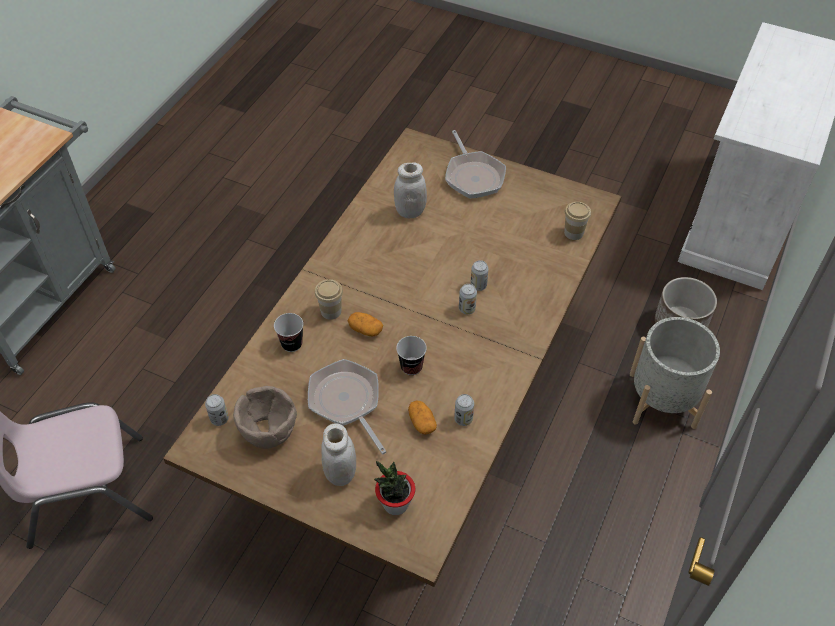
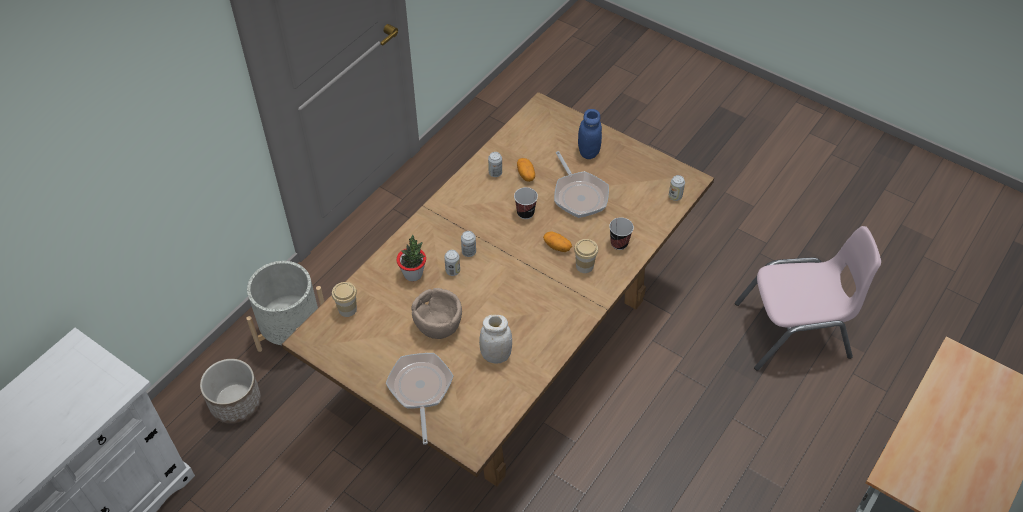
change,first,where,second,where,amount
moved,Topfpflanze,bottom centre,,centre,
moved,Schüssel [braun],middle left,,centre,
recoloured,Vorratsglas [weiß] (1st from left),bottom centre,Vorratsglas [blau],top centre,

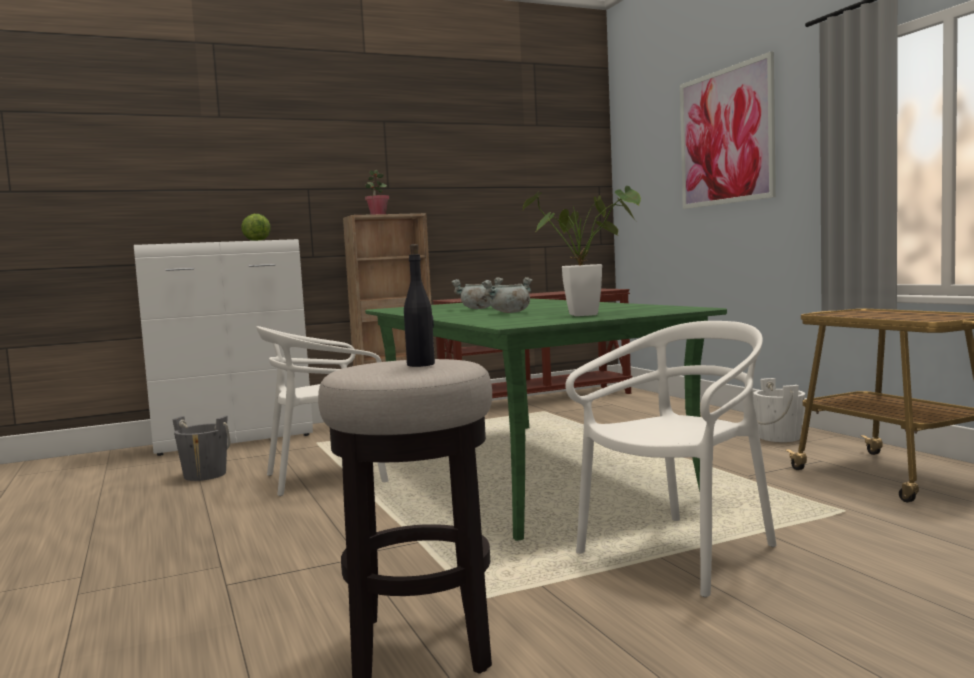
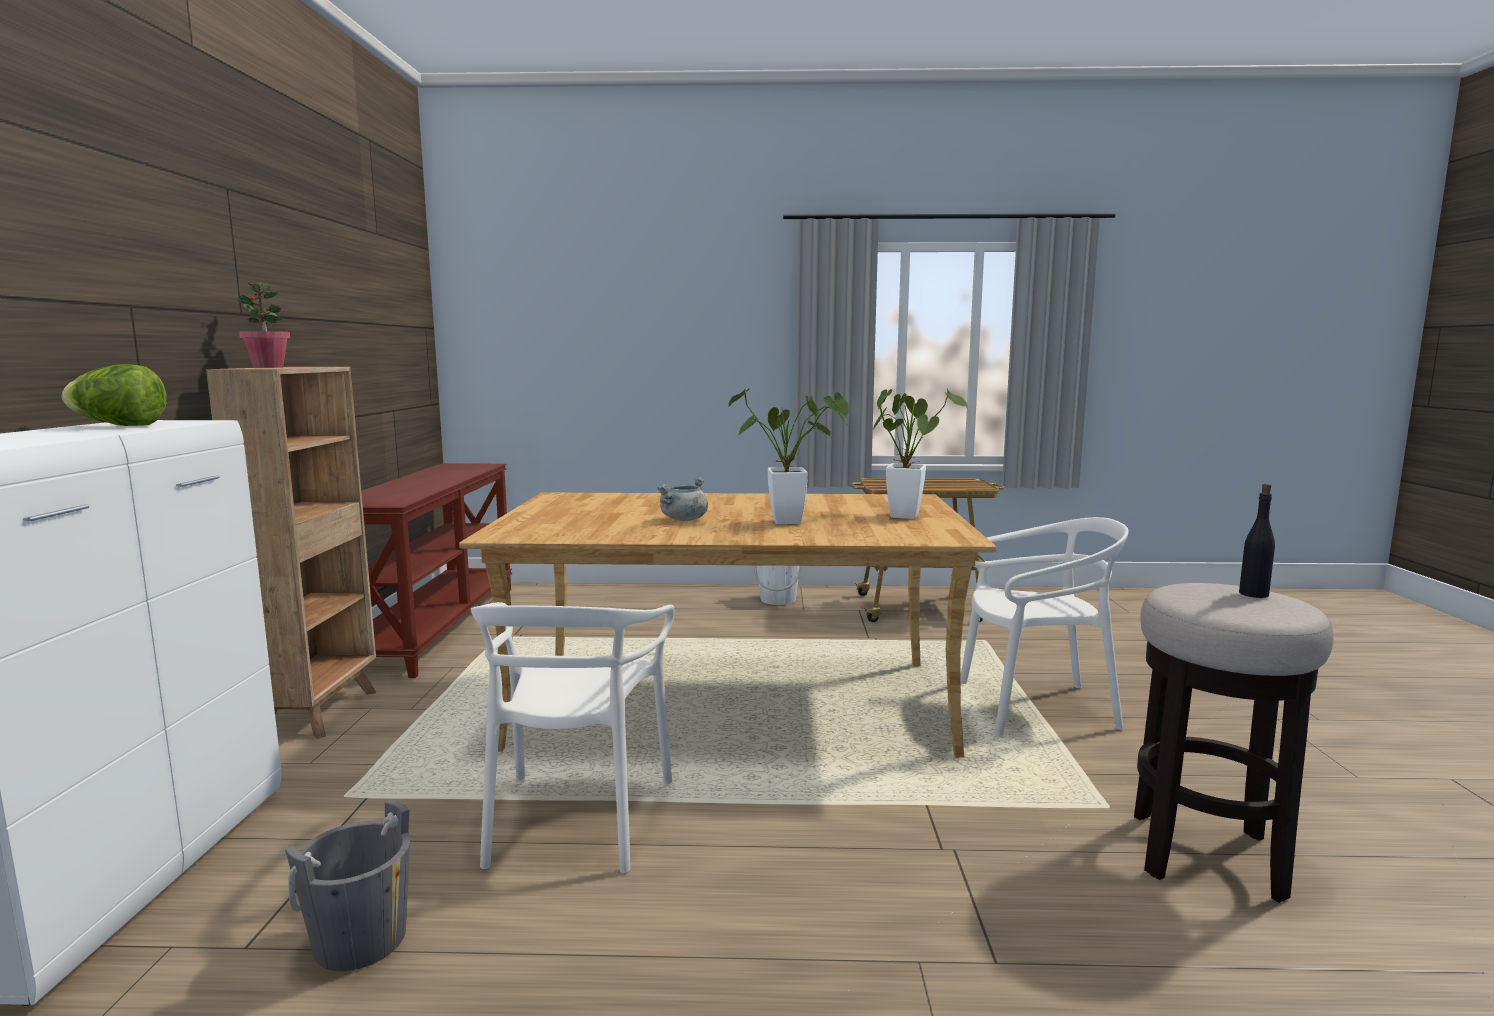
change,first,where,second,where,amount
recoloured,Esstisch [grün],centre,Esstisch [beige],centre,
replaced,Kochtopf [grau] (2nd from left),centre,Topfpflanze (2nd from left),centre,
turned,Stuhl [weiß] (2nd from left),bottom right,,middle right,105 degrees clockwise
removed,Bild,top right,,,

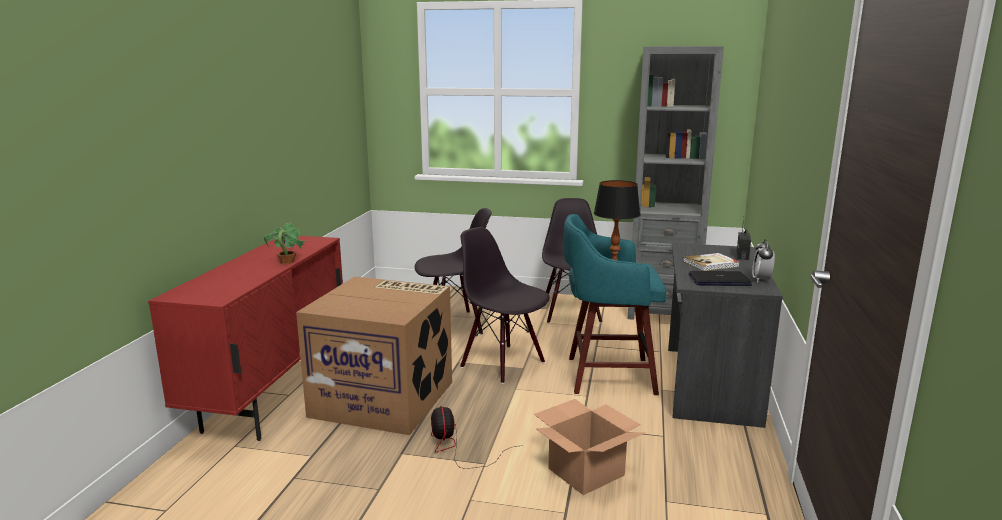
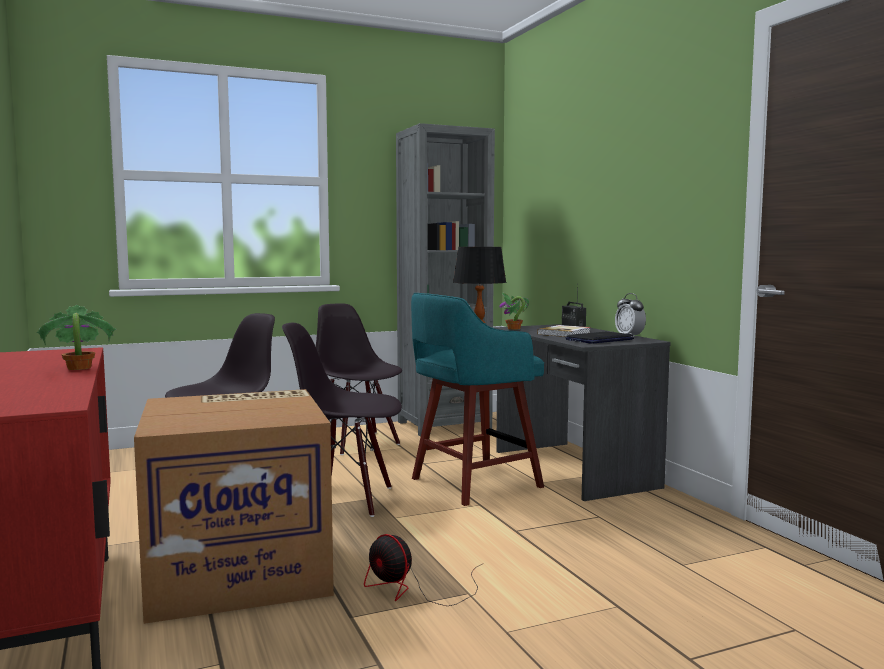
change,first,where,second,where,amount
added,,,Topfpflanze (2nd from left),centre,
removed,Karton (2nd from left),bottom centre,,,

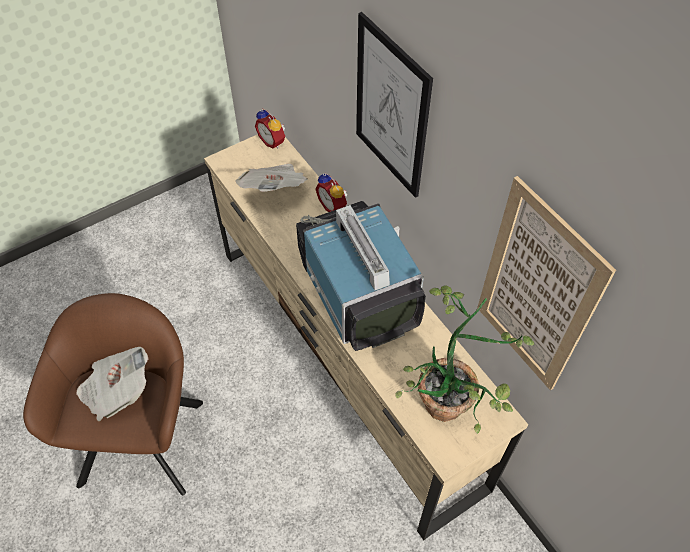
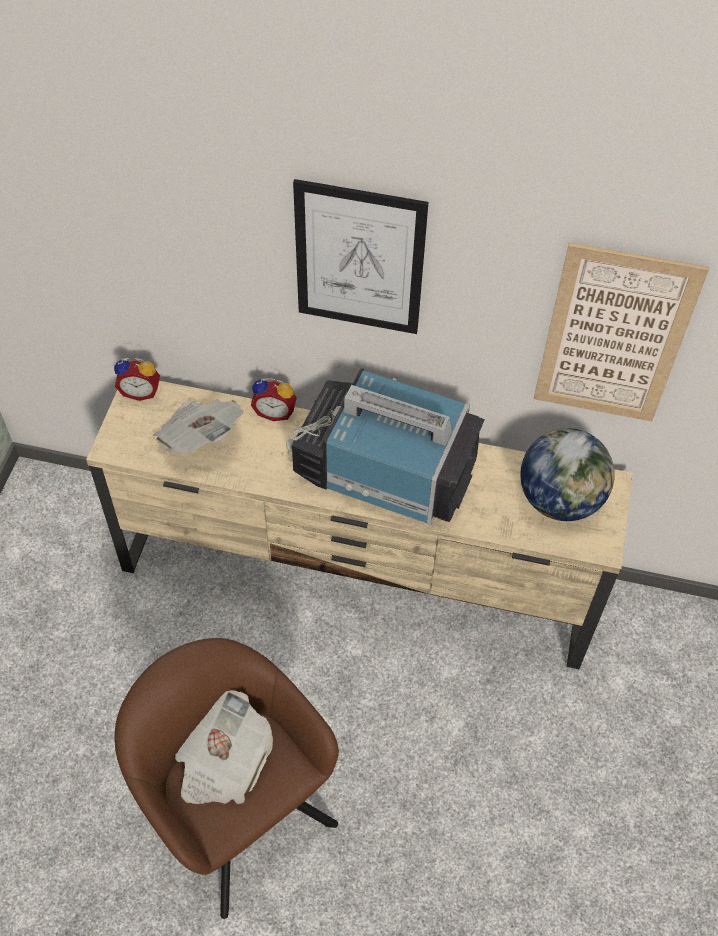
change,first,where,second,where,amount
replaced,Topfpflanze,middle right,Globus,middle right,

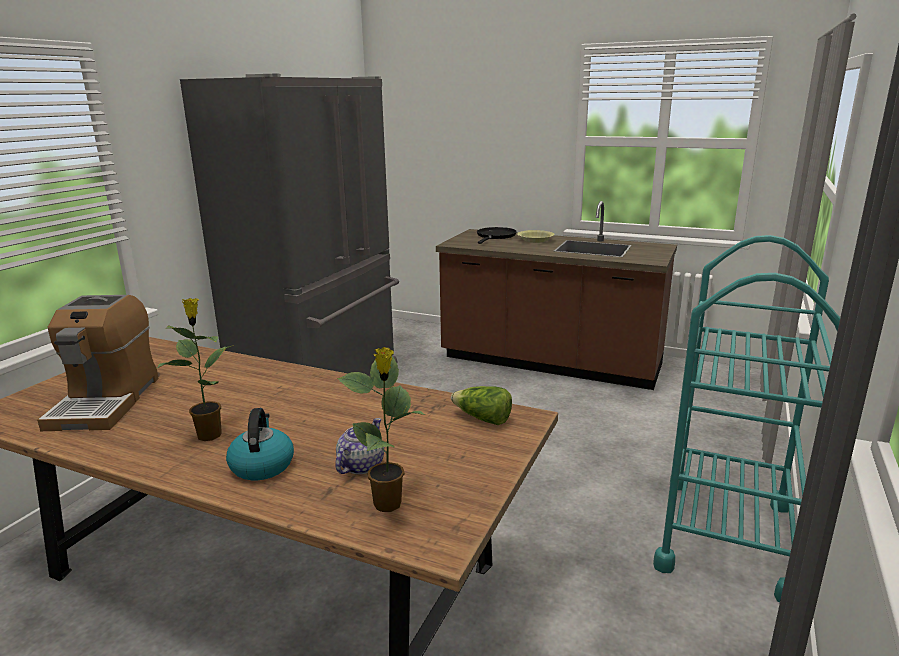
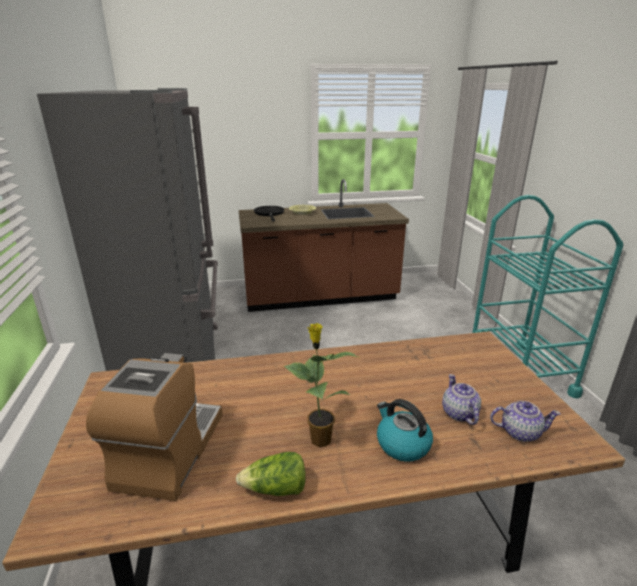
change,first,where,second,where,amount
turned,Kaffeemaschine,middle left,,bottom left,135 degrees counterclockwise
moved,Salatkopf,centre,,bottom centre,
replaced,Topfpflanze (2nd from left),centre,Teekanne (2nd from left),bottom right,

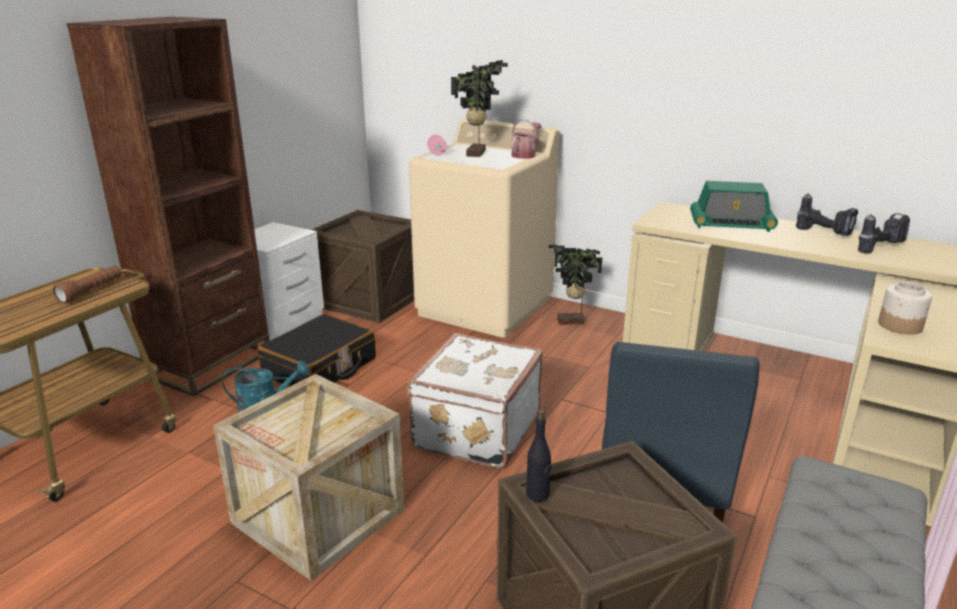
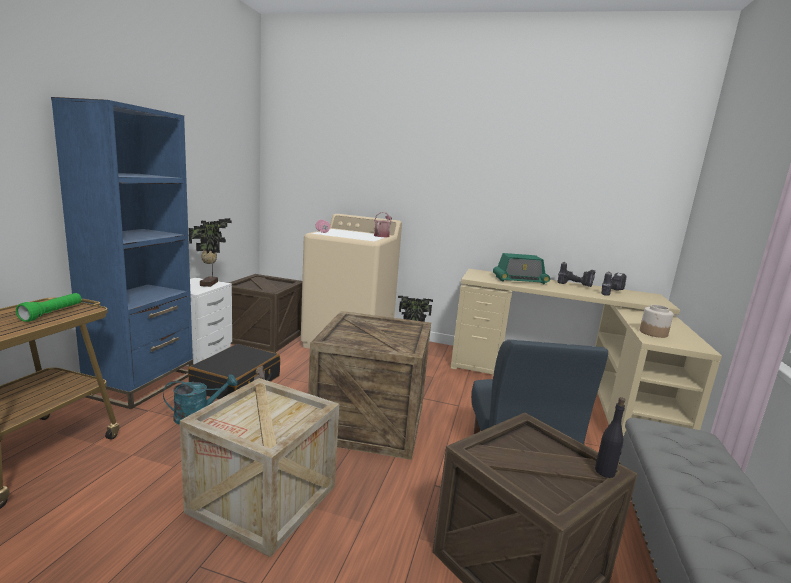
change,first,where,second,where,amount
recoloured,Taschenlampe [braun],middle left,Taschenlampe [grün],middle left,
recoloured,Bücherregal [braun],middle left,Bücherregal [blau],middle left,
moved,Topfpflanze (1st from left),top centre,,middle left,
replaced,Koffer [weiß],centre,Kiste (3rd from left),centre,
moved,Flasche [schwarz],bottom centre,,bottom right,

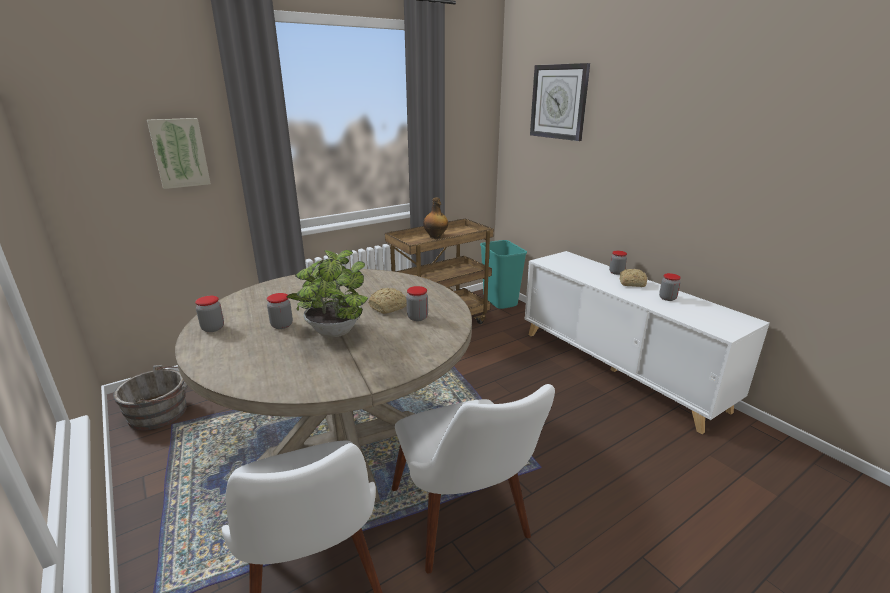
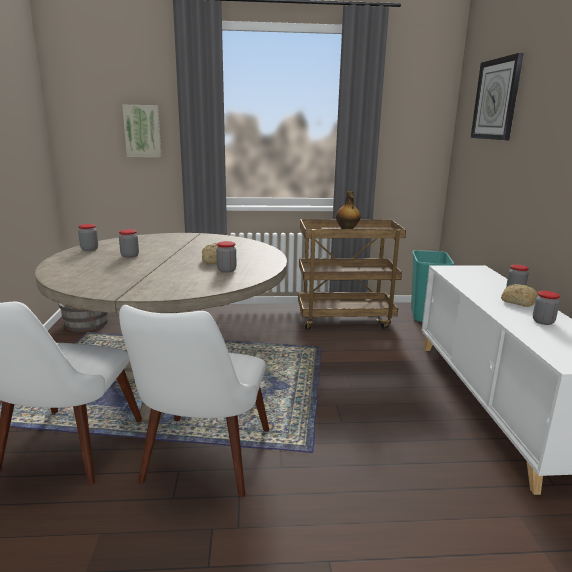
change,first,where,second,where,amount
removed,Topfpflanze,centre,,,

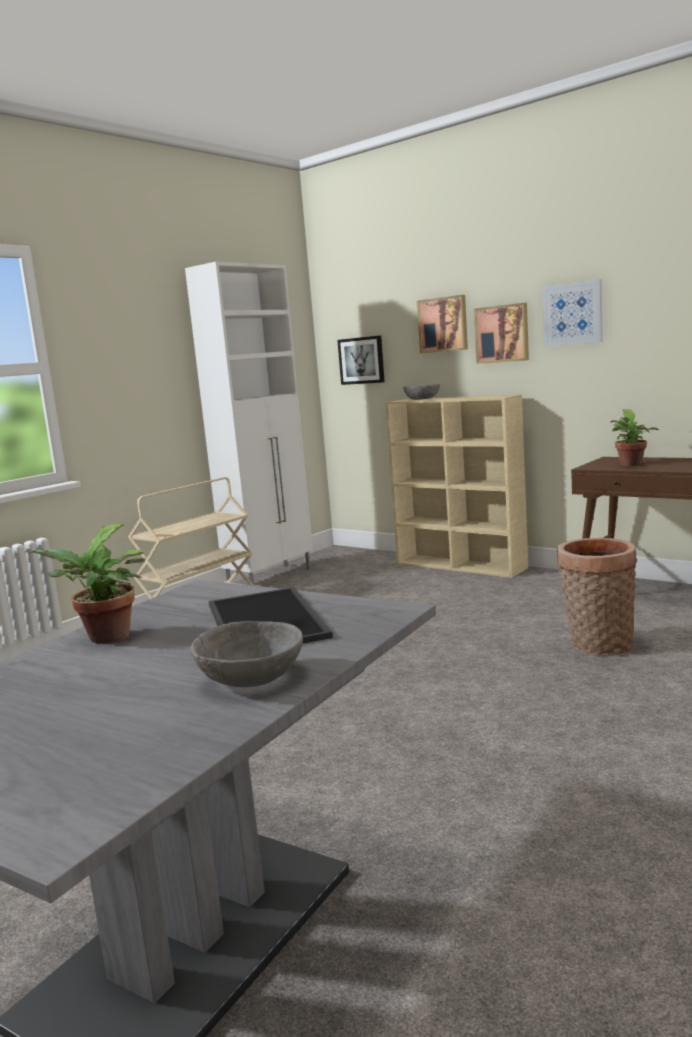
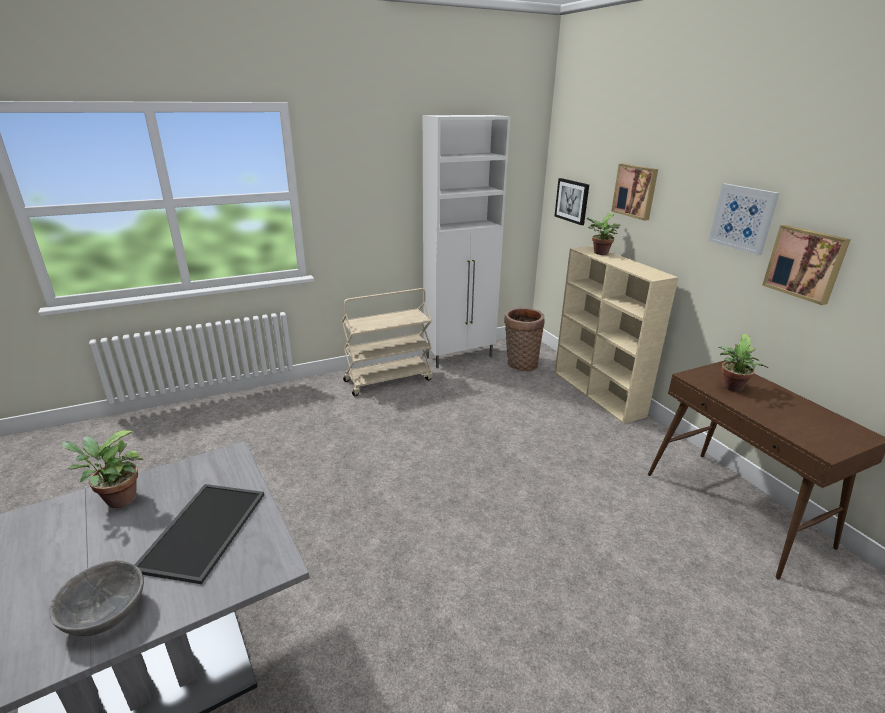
change,first,where,second,where,amount
moved,Korb,middle right,,centre,
replaced,Schüssel [grau] (2nd from left),centre,Topfpflanze (2nd from left),top right,
moved,Bild (3rd from left in the first image),top right,Bild (4th from left),middle right,

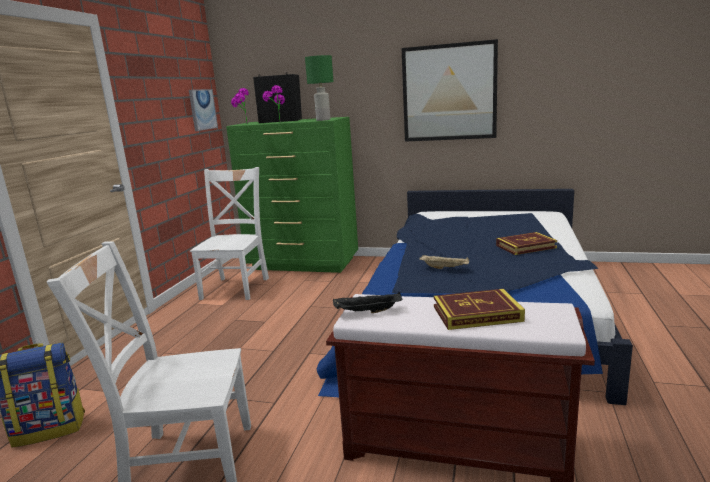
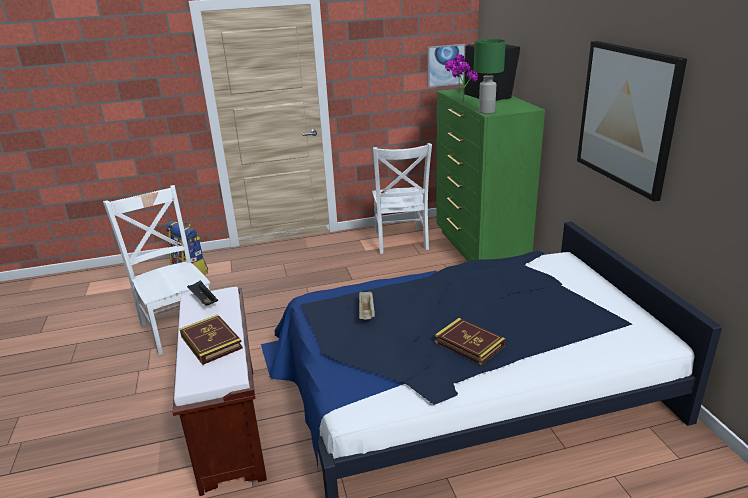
change,first,where,second,where,amount
turned,Stuhl [weiß] (2nd from left),middle left,,centre,105 degrees clockwise

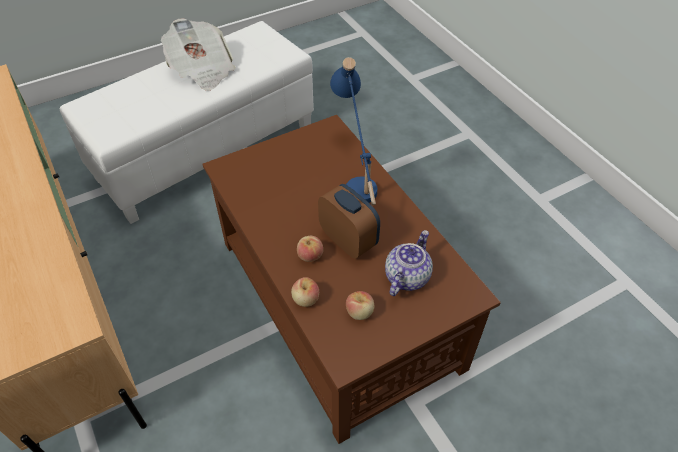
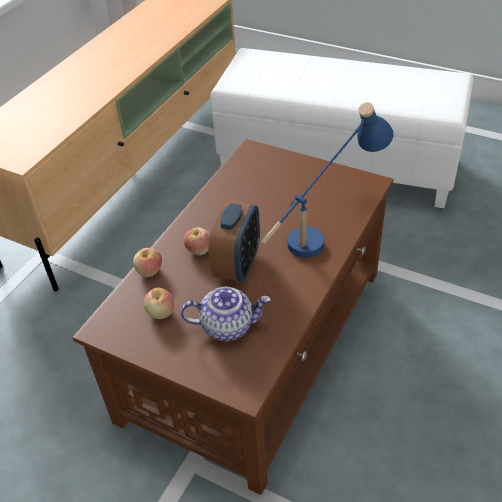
change,first,where,second,where,amount
removed,Zeitung,top left,,,

